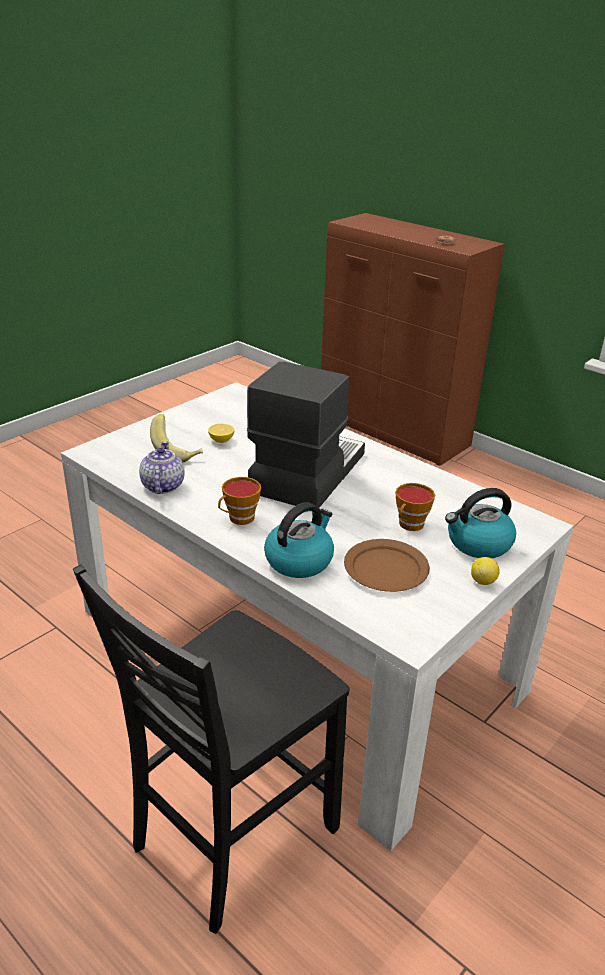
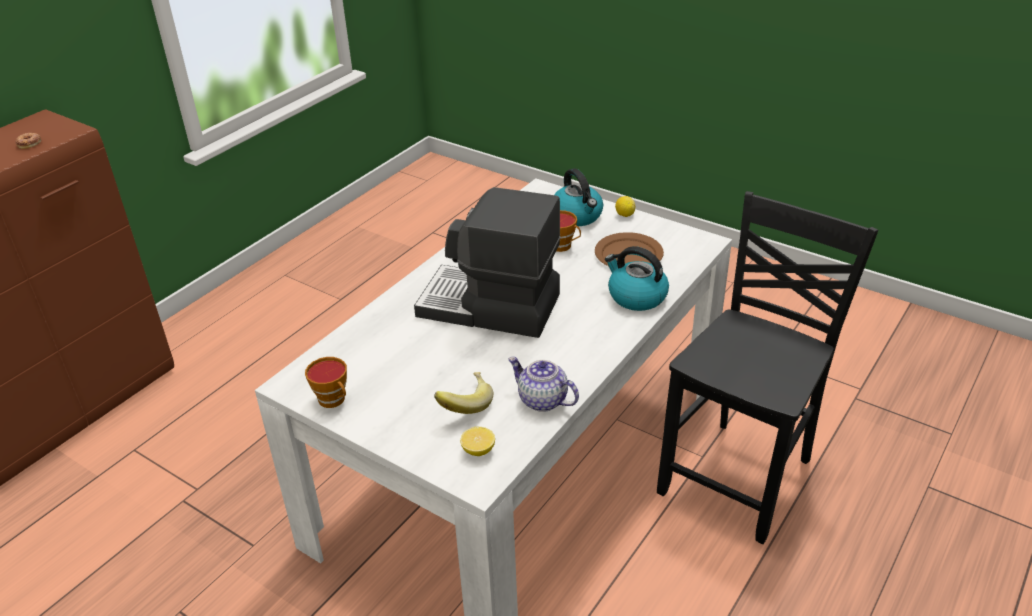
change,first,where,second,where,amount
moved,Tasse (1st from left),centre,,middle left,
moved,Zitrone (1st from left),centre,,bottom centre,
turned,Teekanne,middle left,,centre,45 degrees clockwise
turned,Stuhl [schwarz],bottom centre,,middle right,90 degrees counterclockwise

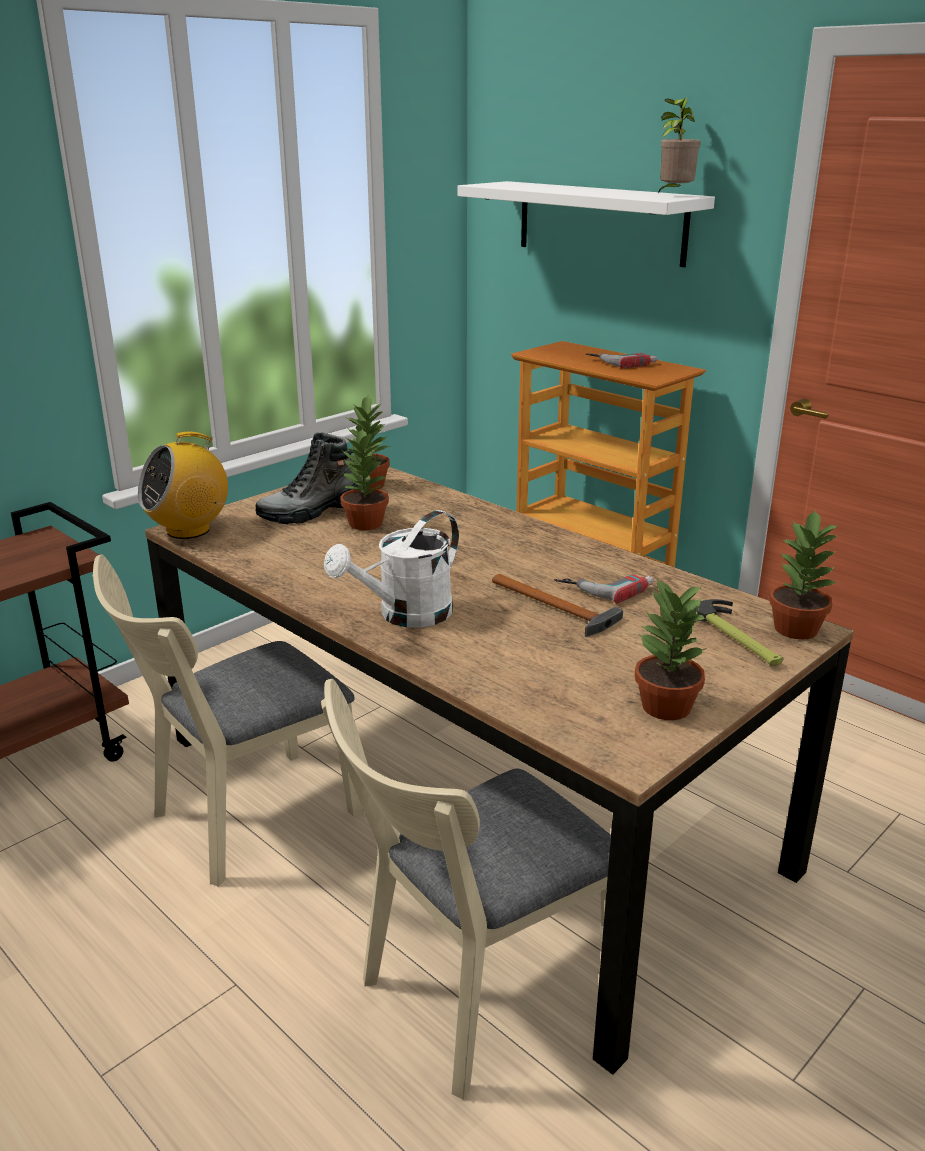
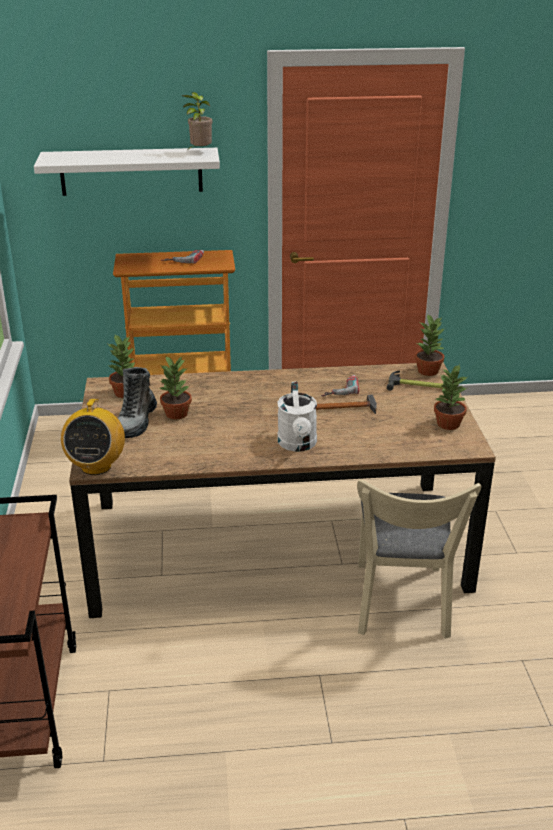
change,first,where,second,where,amount
removed,Stuhl [beige] (1st from left),middle left,,,

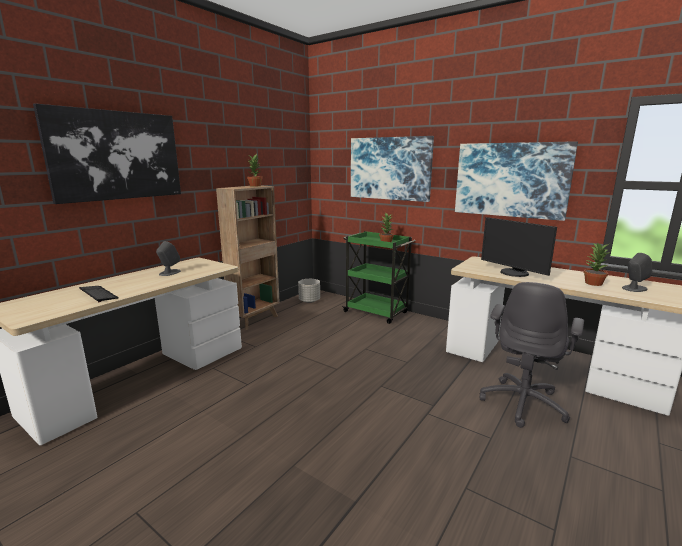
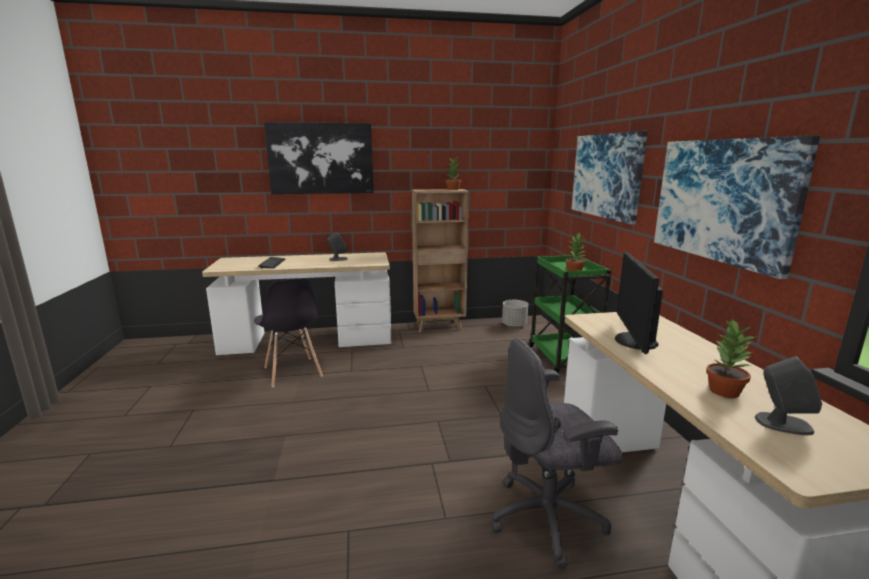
change,first,where,second,where,amount
added,,,Stuhl [grau],middle left,

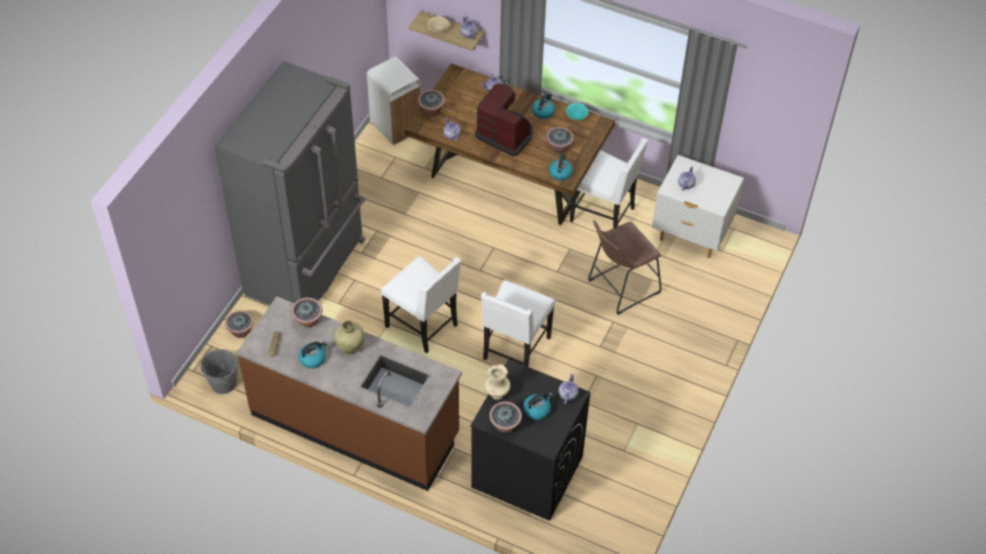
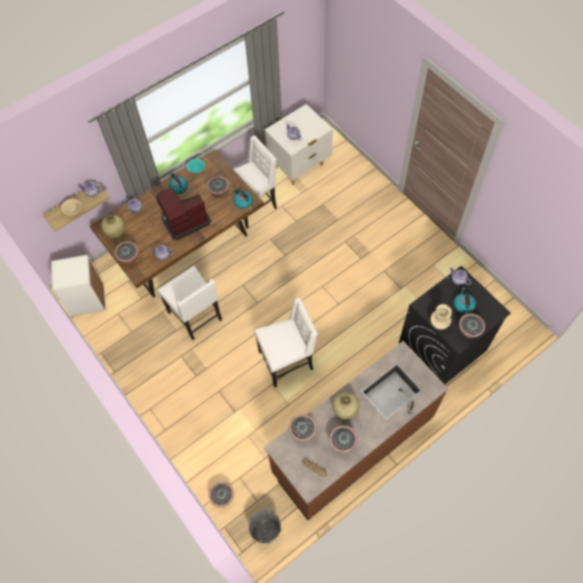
change,first,where,second,where,amount
added,,,Vase [beige] (1st from left),middle left,
moved,Stuhl [weiß] (2nd from left in the first image),centre,Stuhl [weiß] (1st from left),middle left,
replaced,Wasserkessel (1st from left),middle left,Topfpflanze (5th from left),bottom centre,
removed,Kühlschrank [grau],top left,,,
removed,Hocker [braun],centre,,,

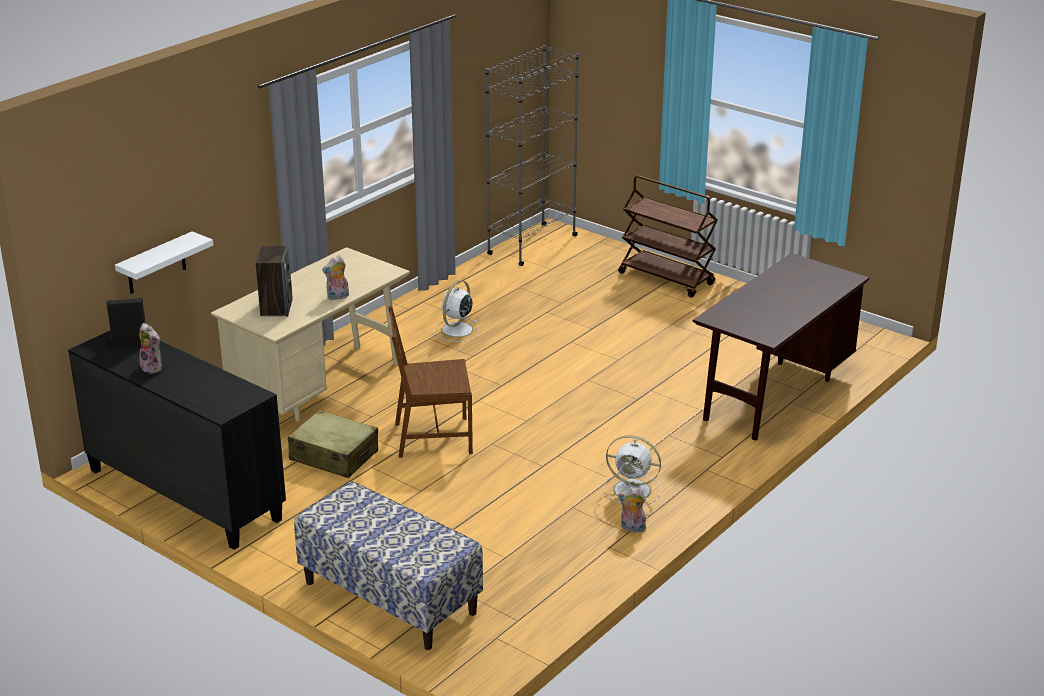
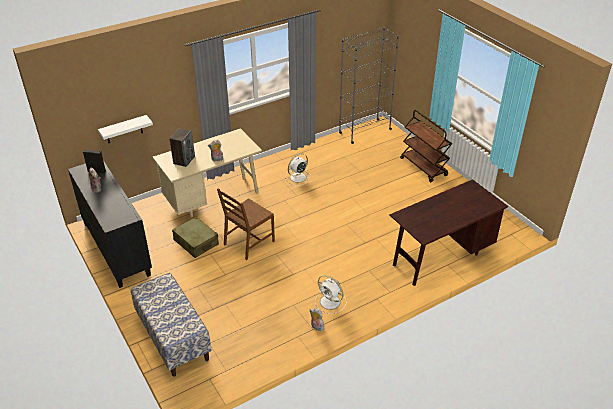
change,first,where,second,where,amount
turned,Stuhl [braun],centre,,centre,60 degrees counterclockwise

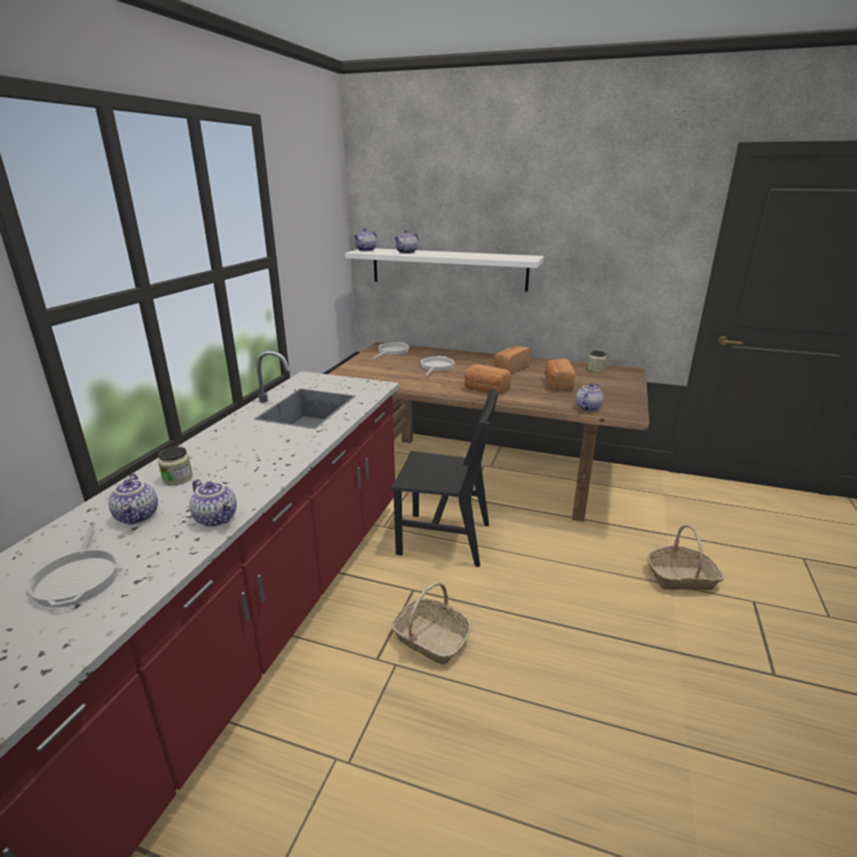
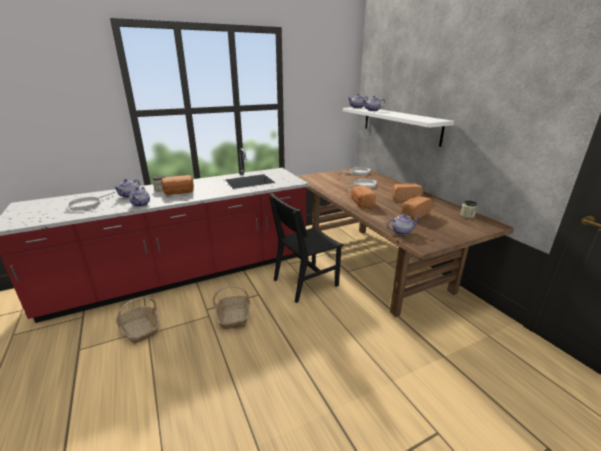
change,first,where,second,where,amount
moved,Korb (2nd from left in the first image),middle right,Korb (1st from left),bottom left,
added,,,Brot (1st from left),middle left,
turned,Stuhl [schwarz],centre,,centre,90 degrees clockwise

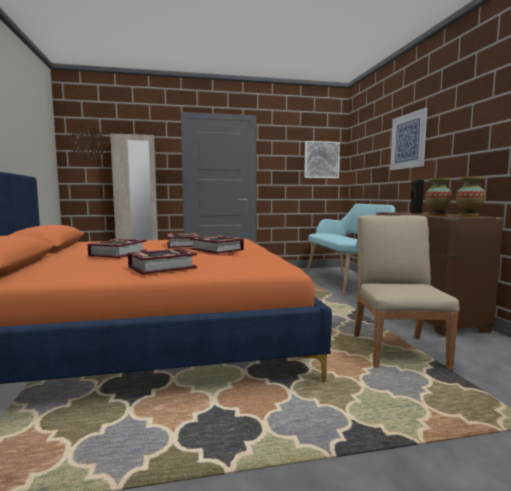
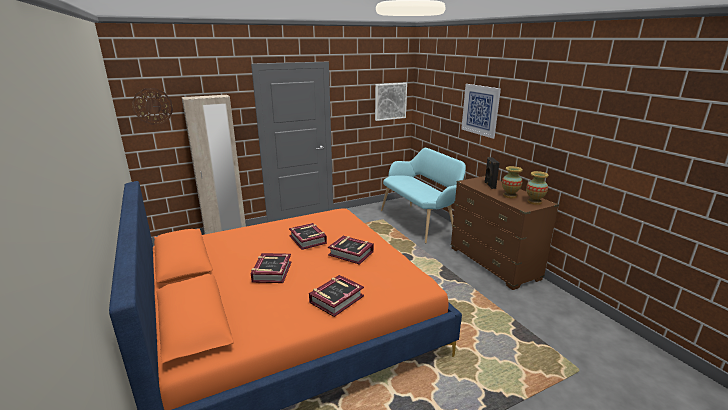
change,first,where,second,where,amount
removed,Stuhl [beige],middle right,,,

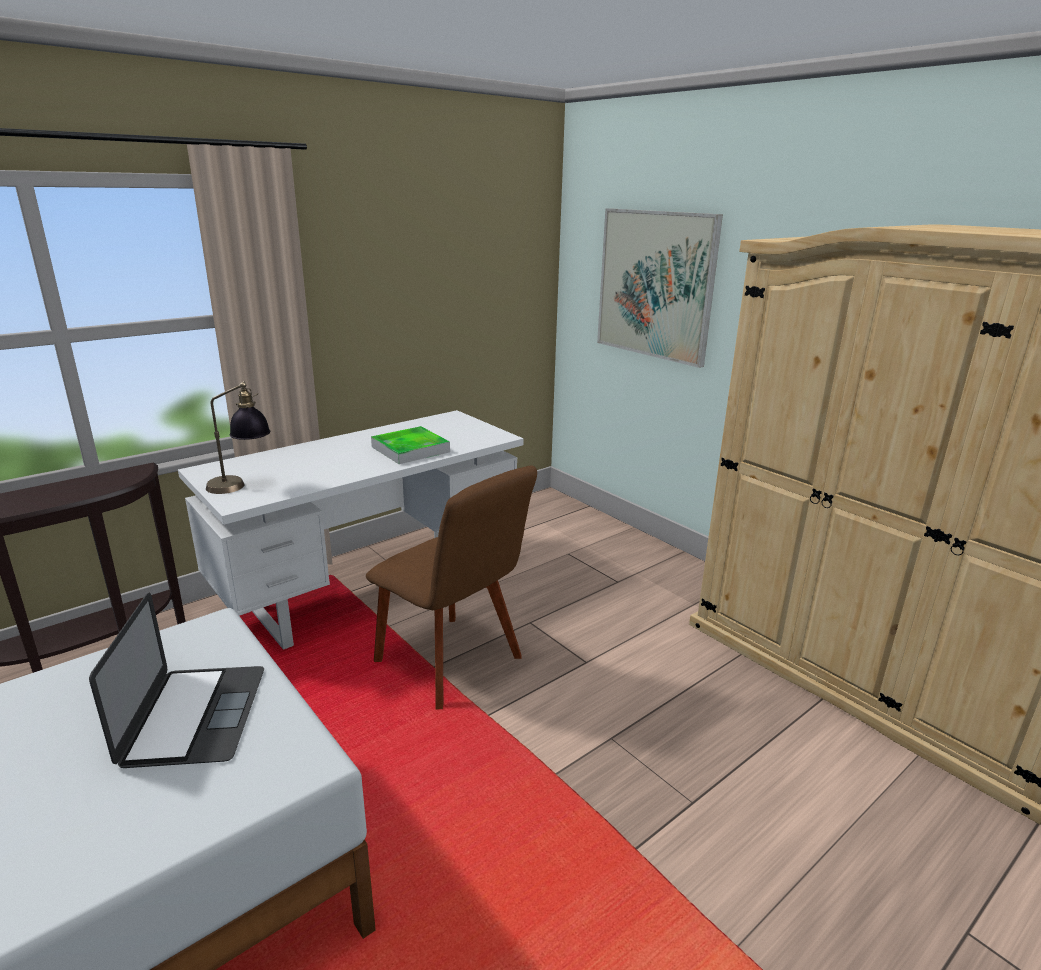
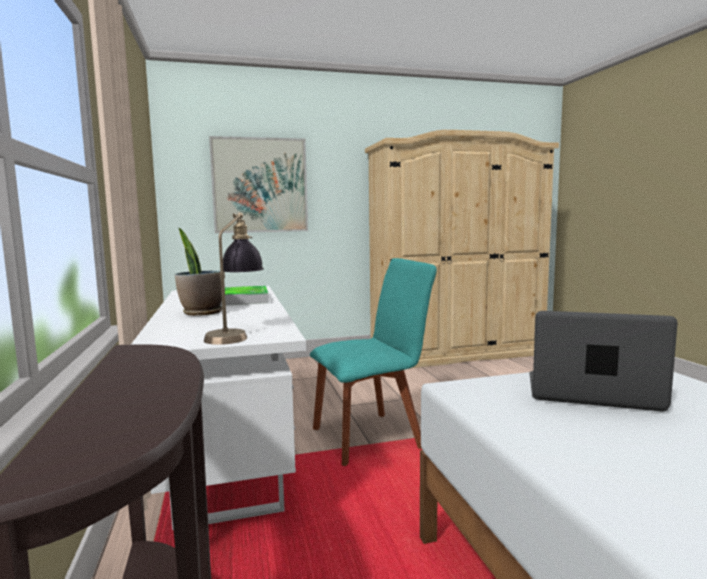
change,first,where,second,where,amount
added,,,Topfpflanze,middle left,
recoloured,Stuhl [braun],centre,Stuhl [türkis],centre,

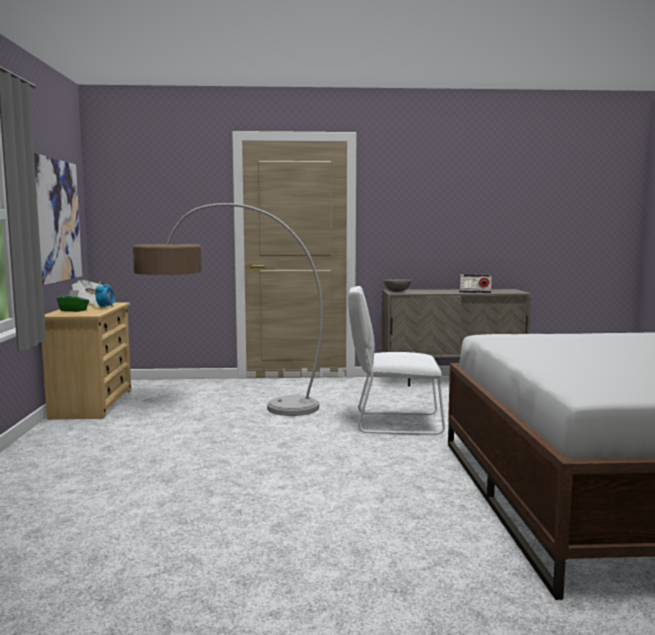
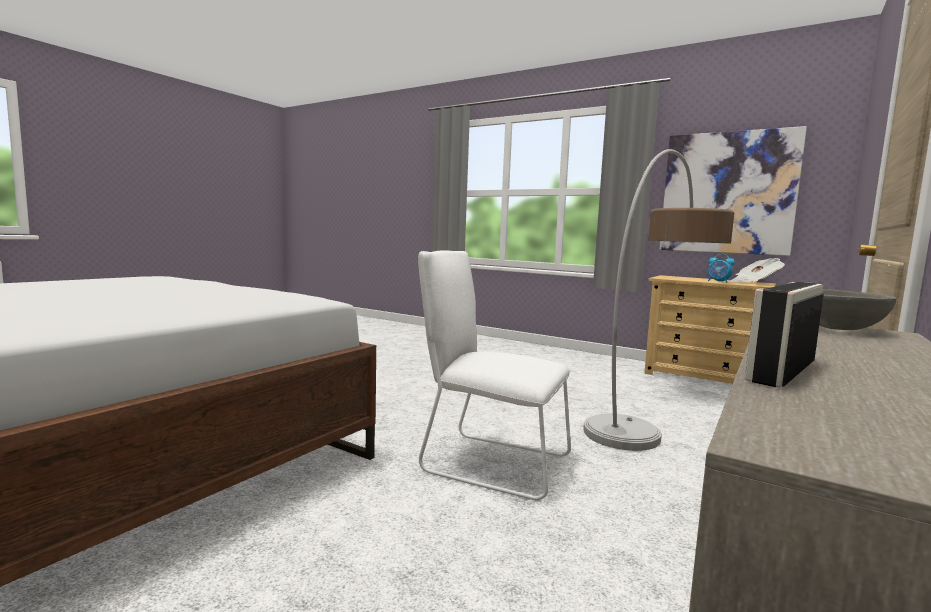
change,first,where,second,where,amount
turned,Stuhl [weiß],centre,,centre,105 degrees counterclockwise
removed,Taschentuchbox [grün],middle left,,,

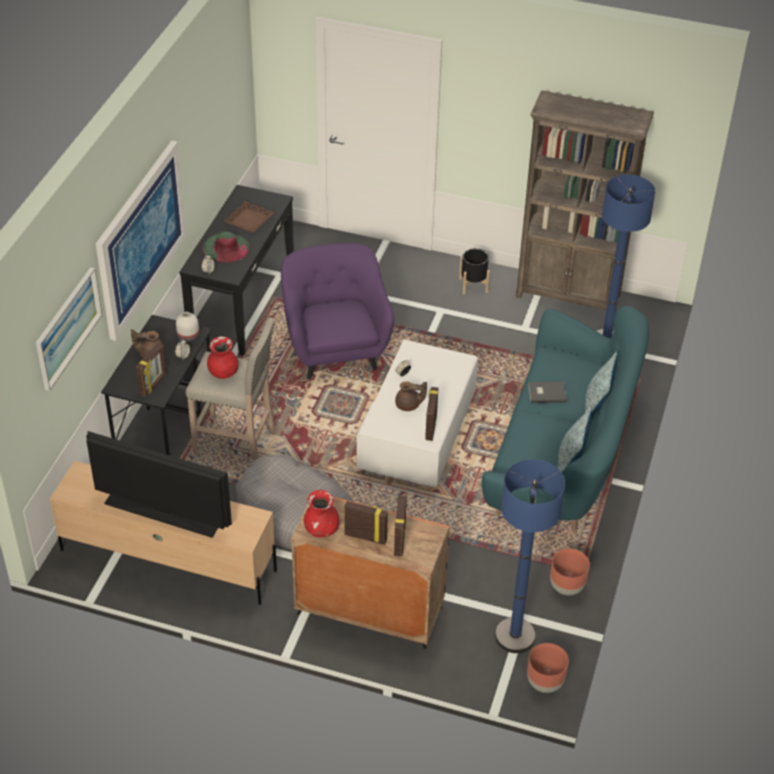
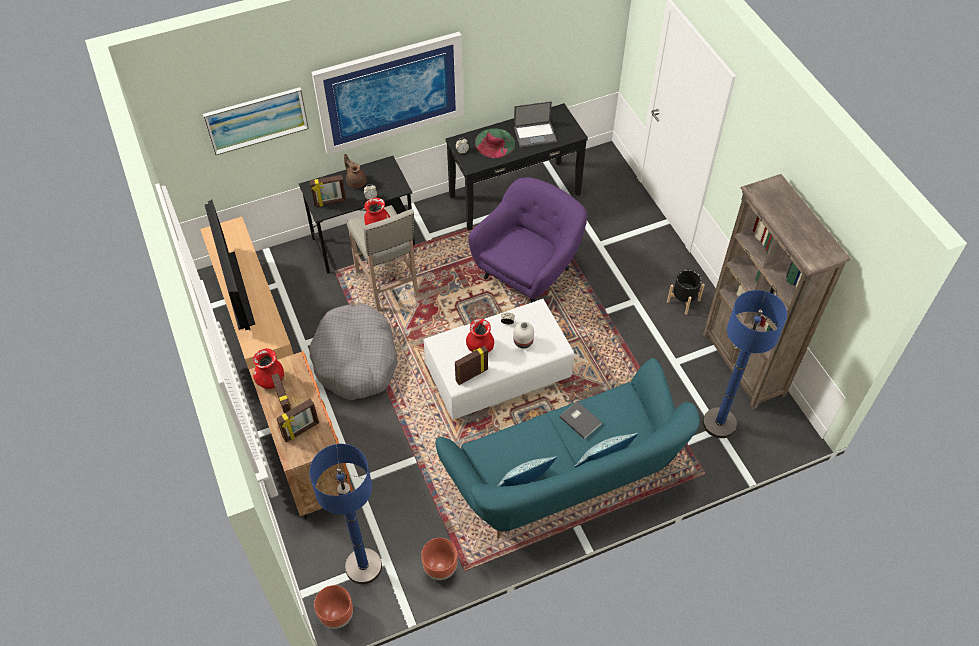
change,first,where,second,where,amount
replaced,Teekanne [braun] (2nd from left),centre,Vase [rot] (3rd from left),centre,
moved,Vase [weiß],middle left,,centre,
replaced,Tablett [braun],top left,Laptop,top centre,

